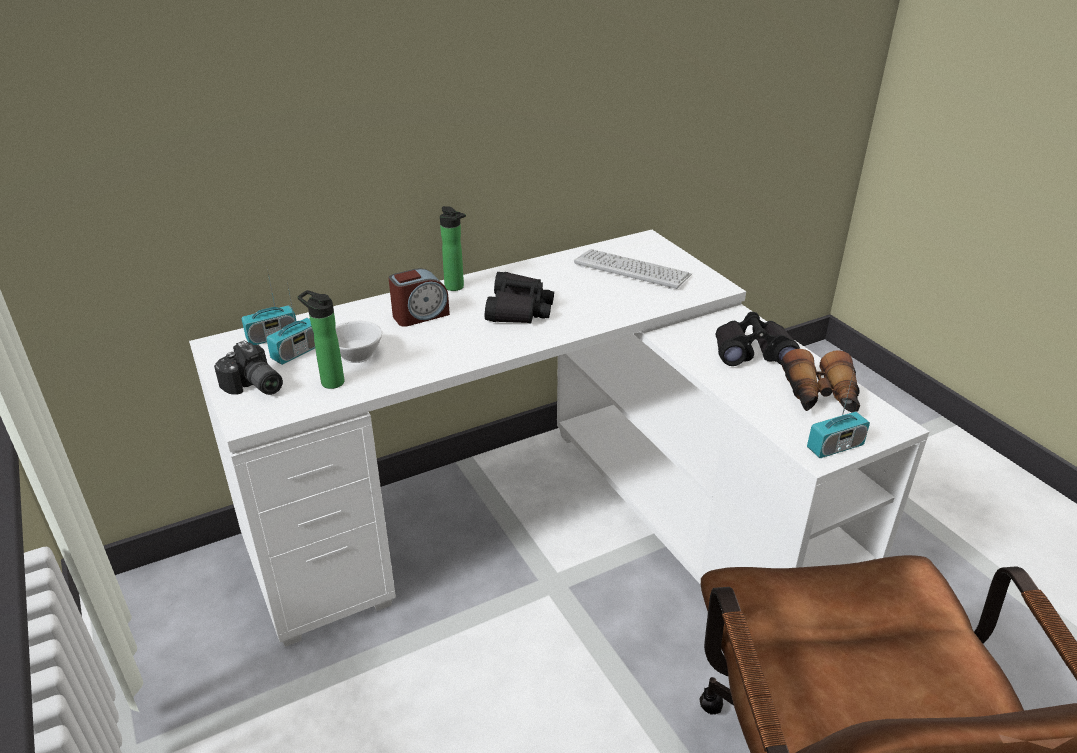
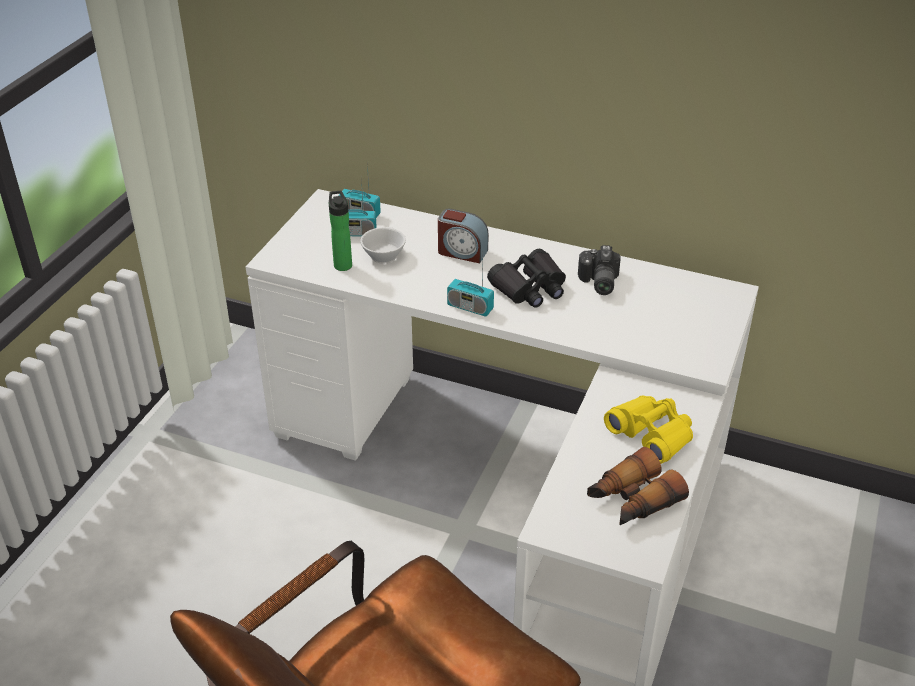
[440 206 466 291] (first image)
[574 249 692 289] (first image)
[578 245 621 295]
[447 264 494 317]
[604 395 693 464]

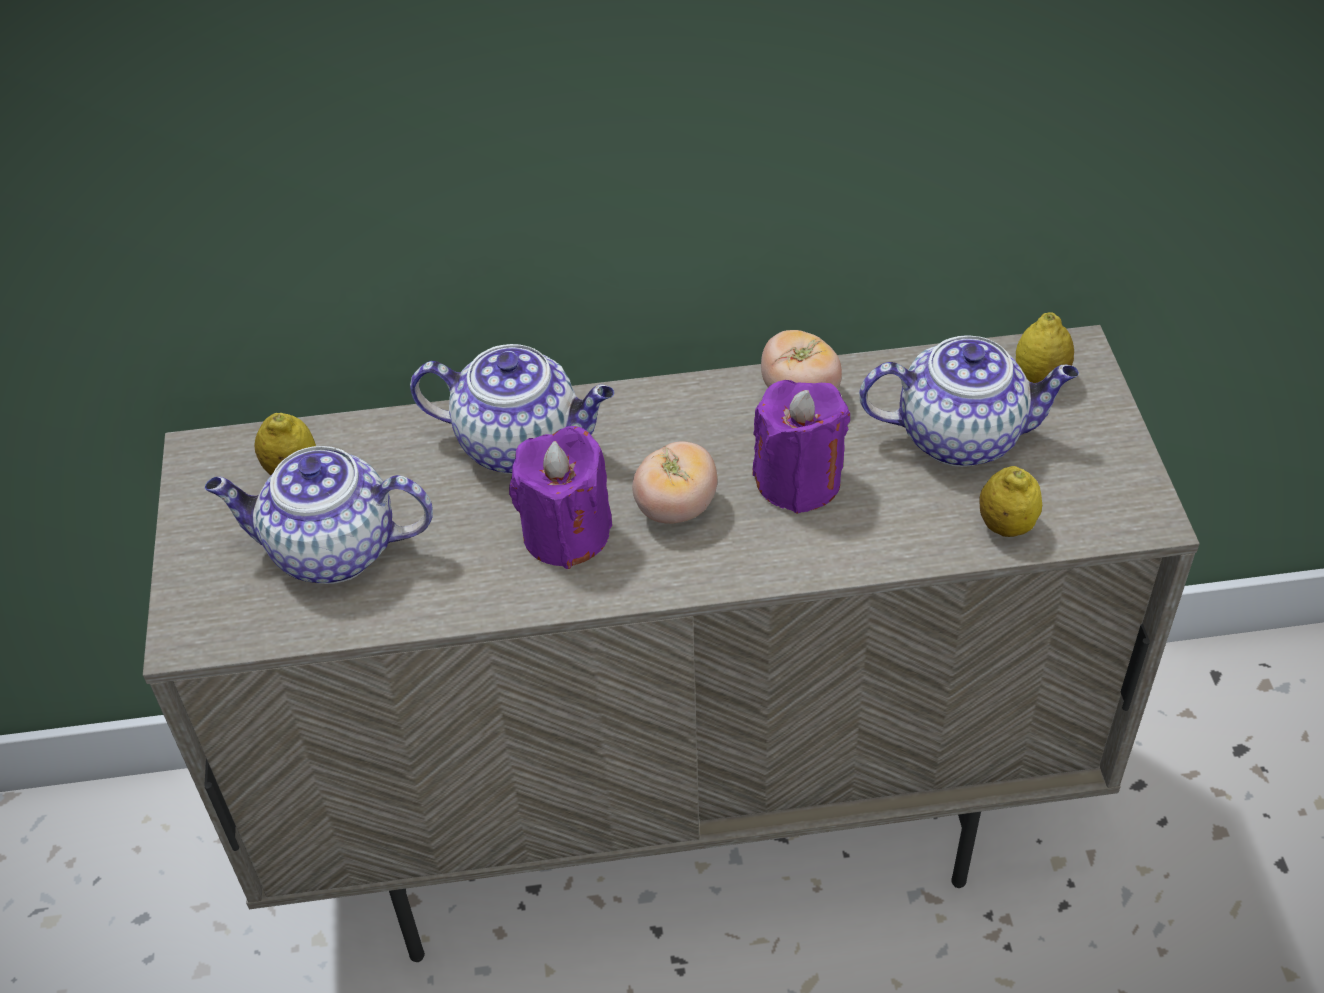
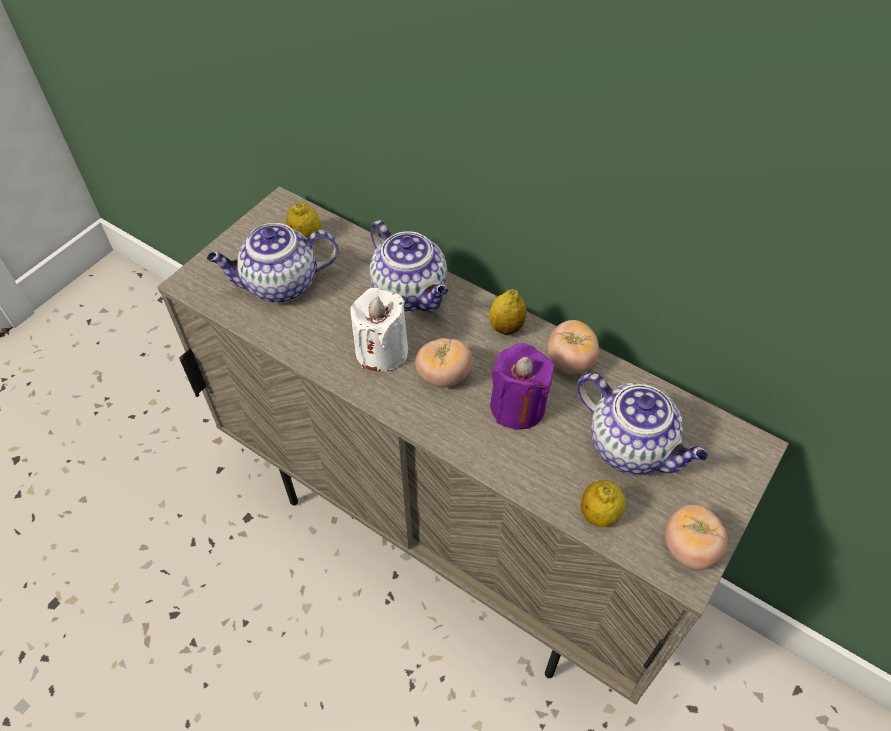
[665 504 727 570]
[489 289 527 334]
[350 288 408 371]
[207 223 339 303]

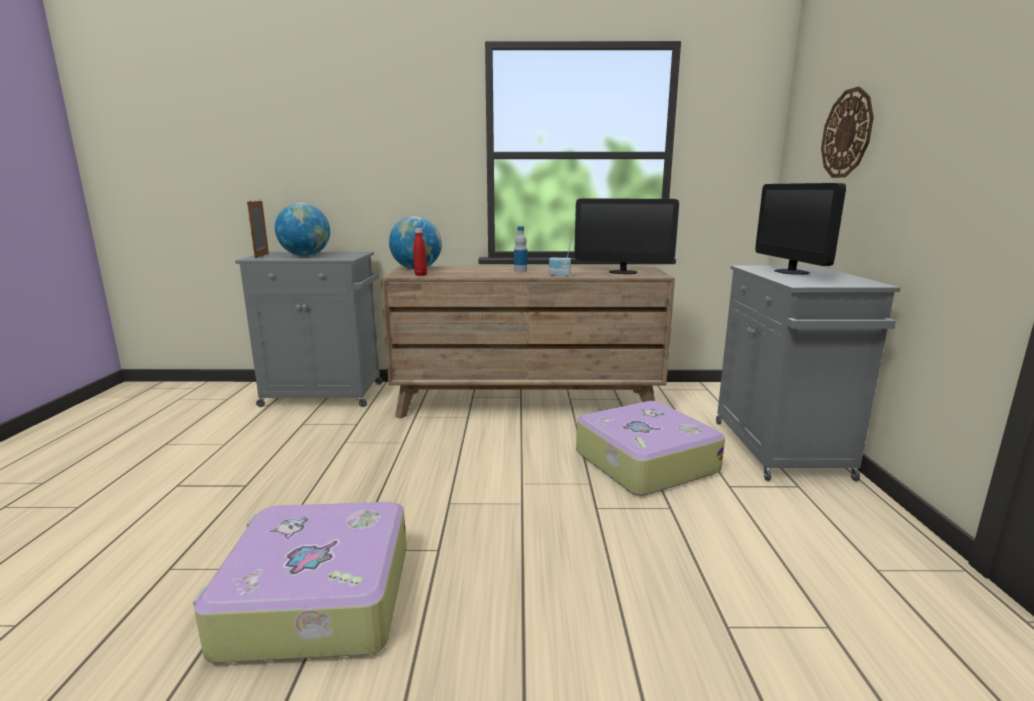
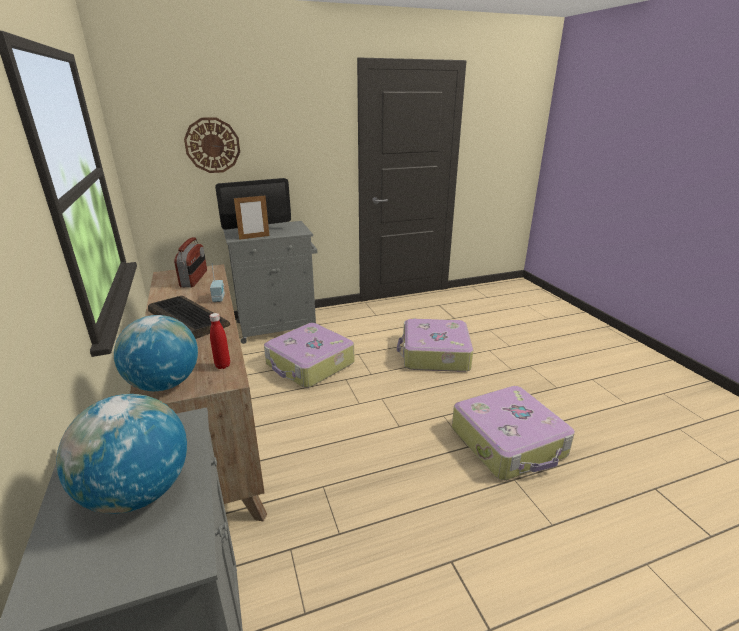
[397 319 473 372]
[234 194 269 240]
[148 296 230 339]
[174 237 207 288]

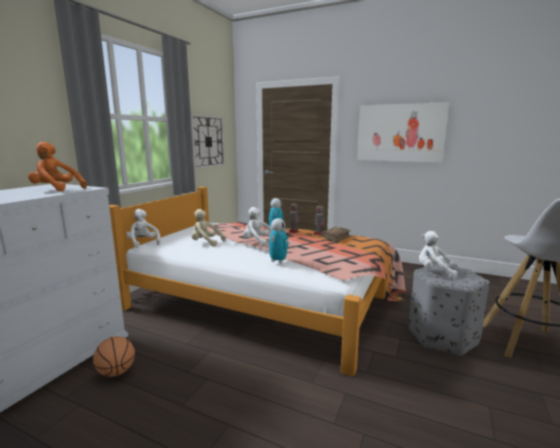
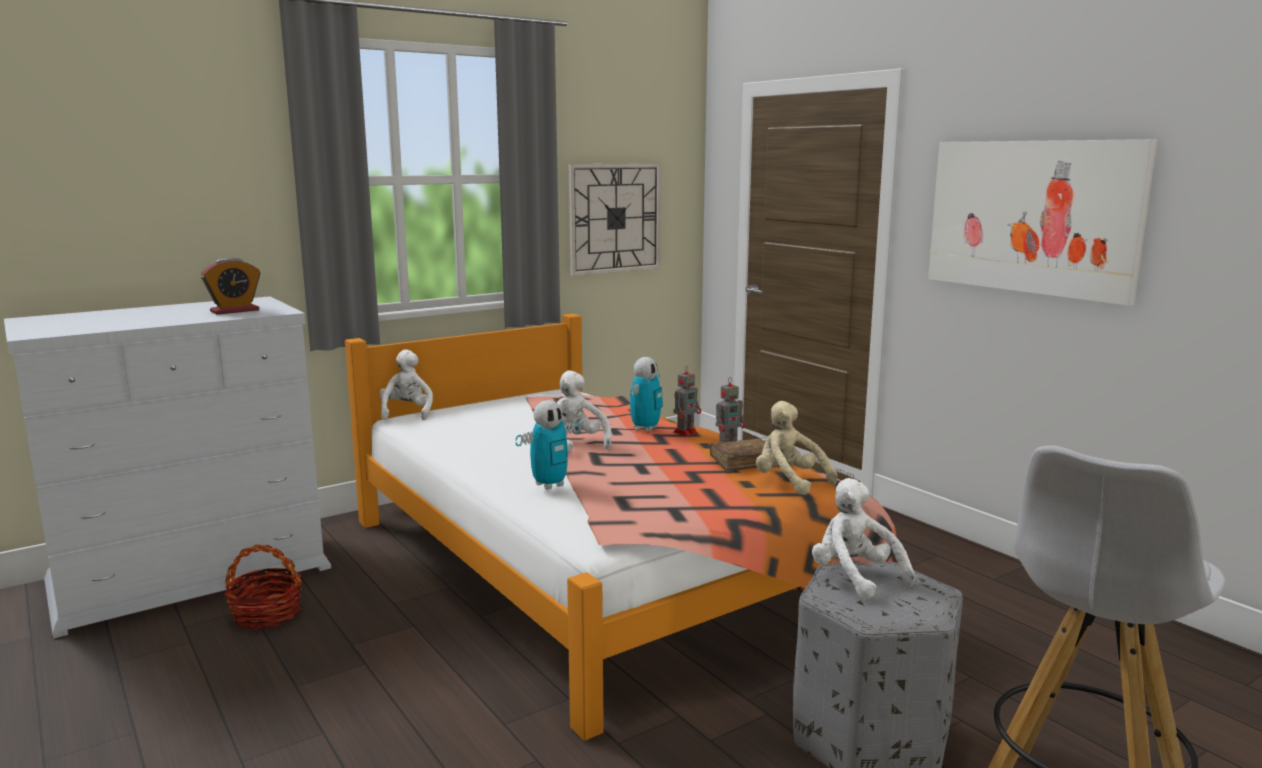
[756 401 838 495]
[201 258 260 315]
[224 544 302 630]

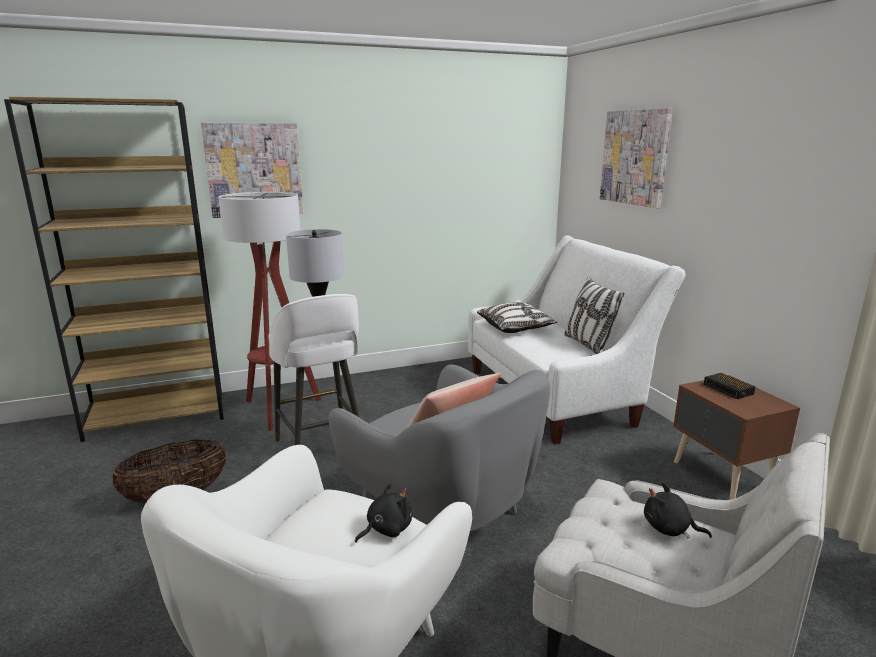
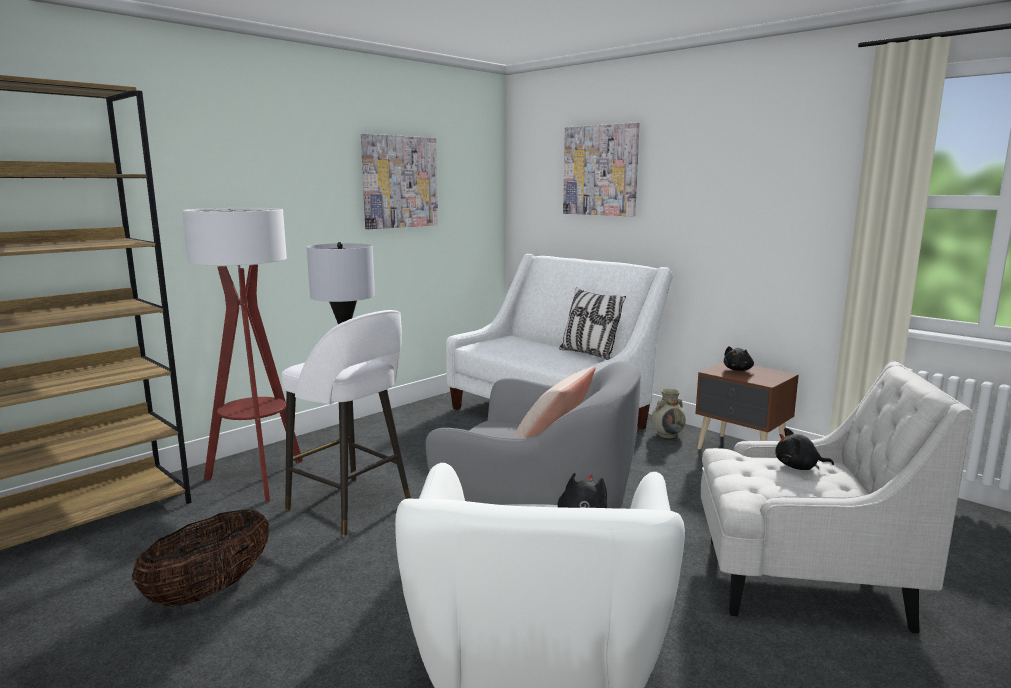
[477 302 557 333] (first image)
[651 389 686 438]
[361 134 438 229]
[724 346 754 371]

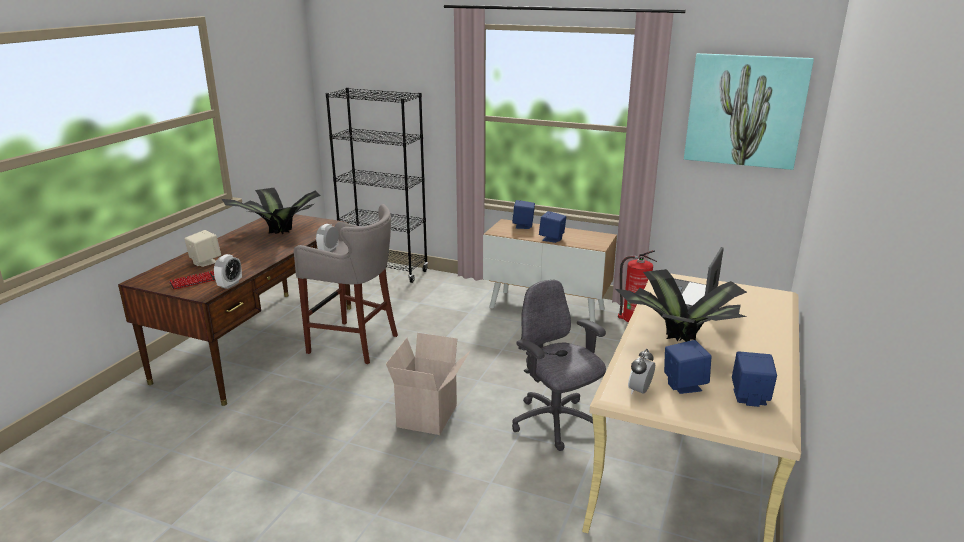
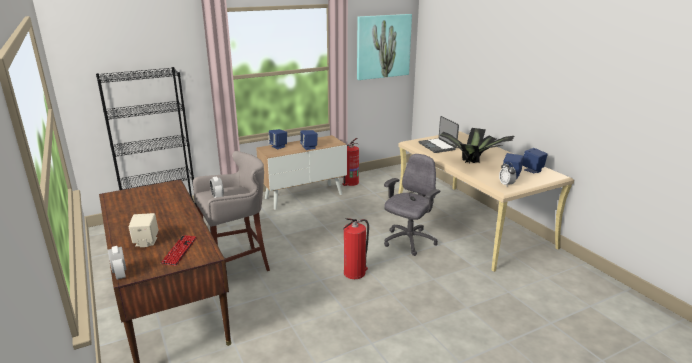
[222 188 321 234] (first image)
[108 246 127 280]
[343 218 369 279]
[384 154 440 256]

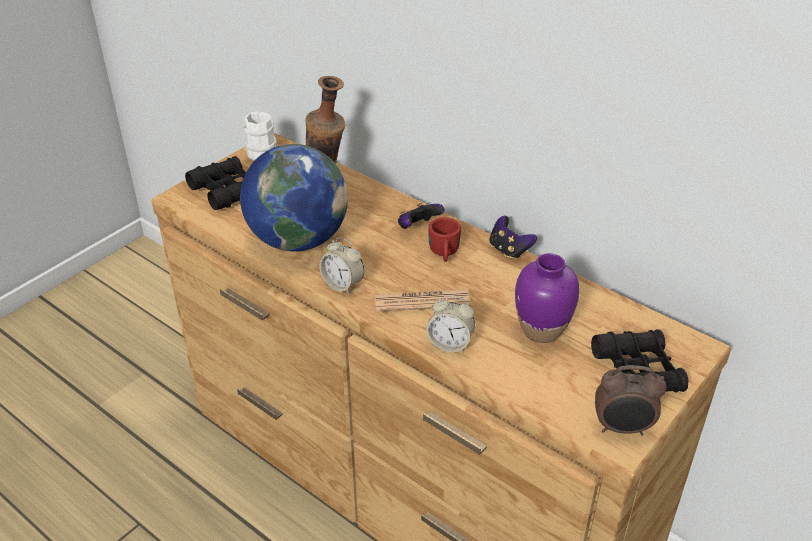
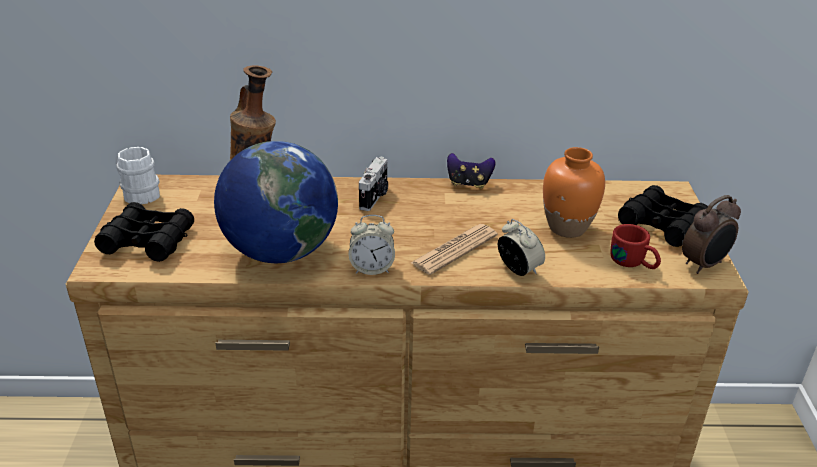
[611 224 661 269]
[359 157 388 211]
[543 147 605 238]
[498 219 545 276]

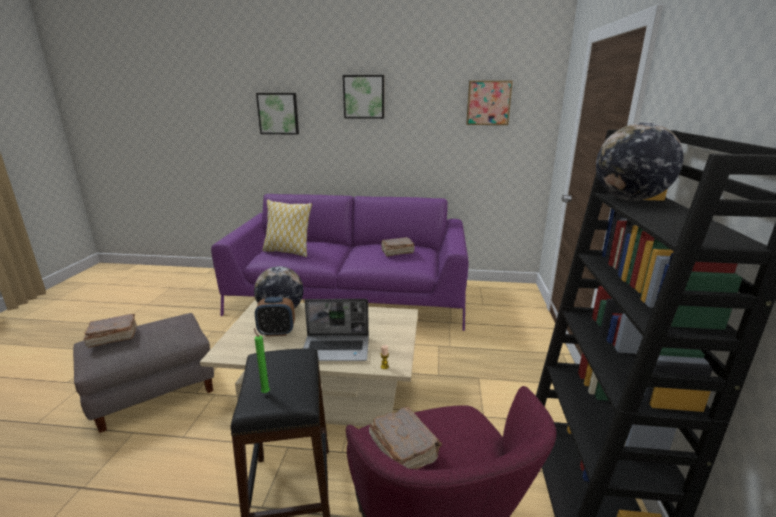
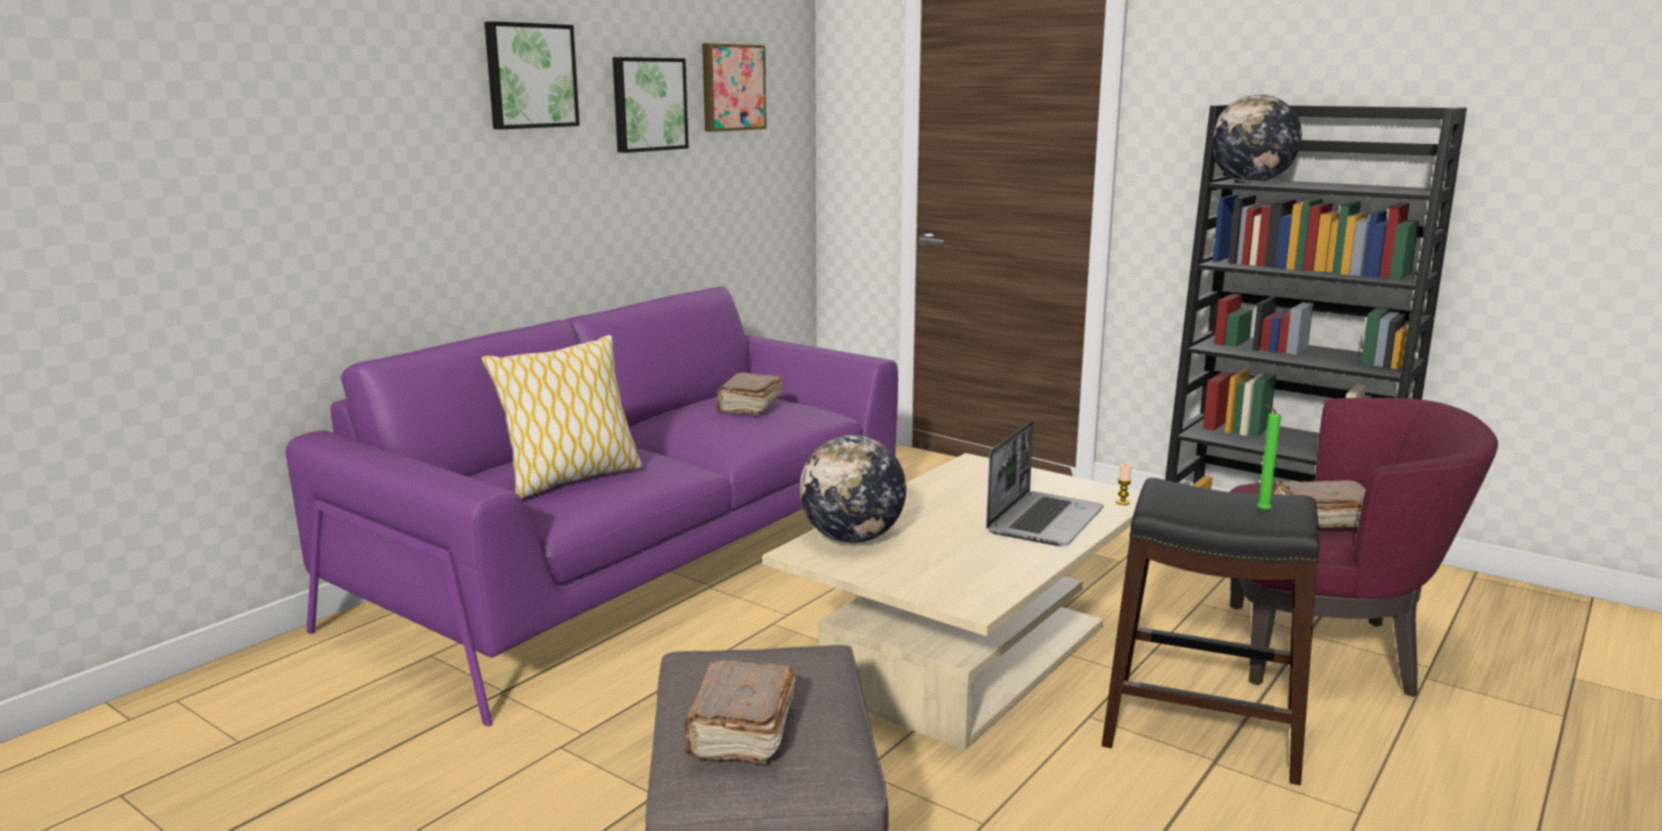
[255 297 295 336] (first image)
[613 57 689 153]

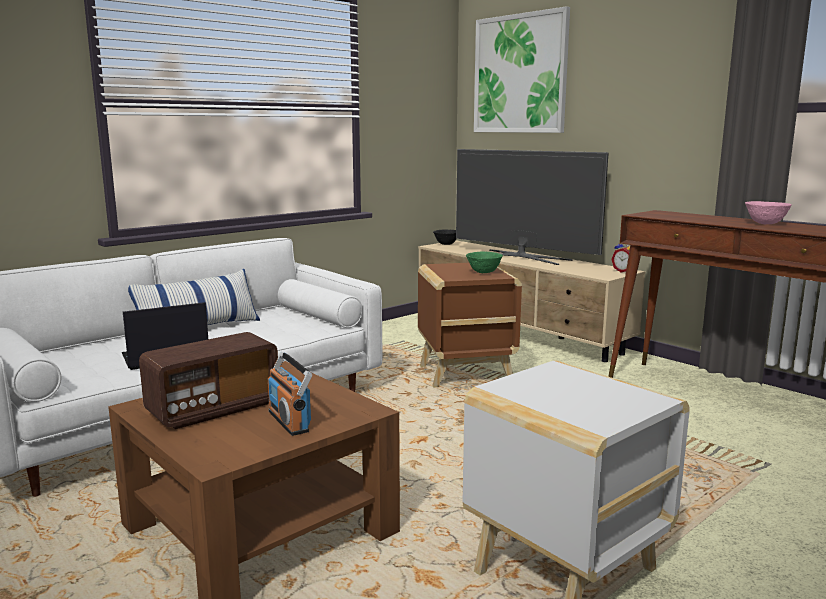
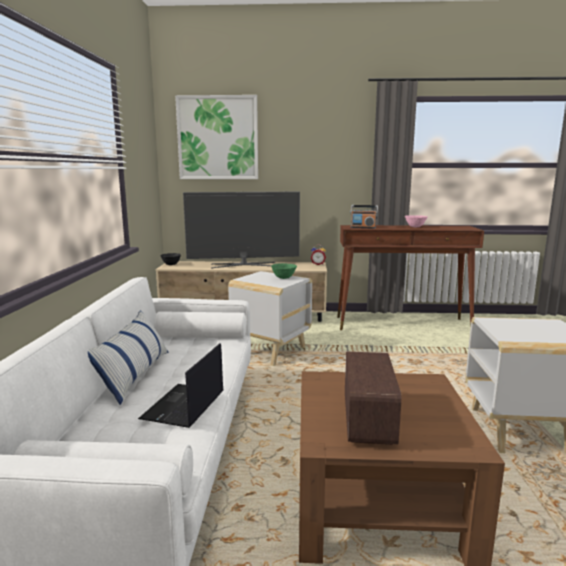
[350 205 378 229]
[228 271 312 366]

